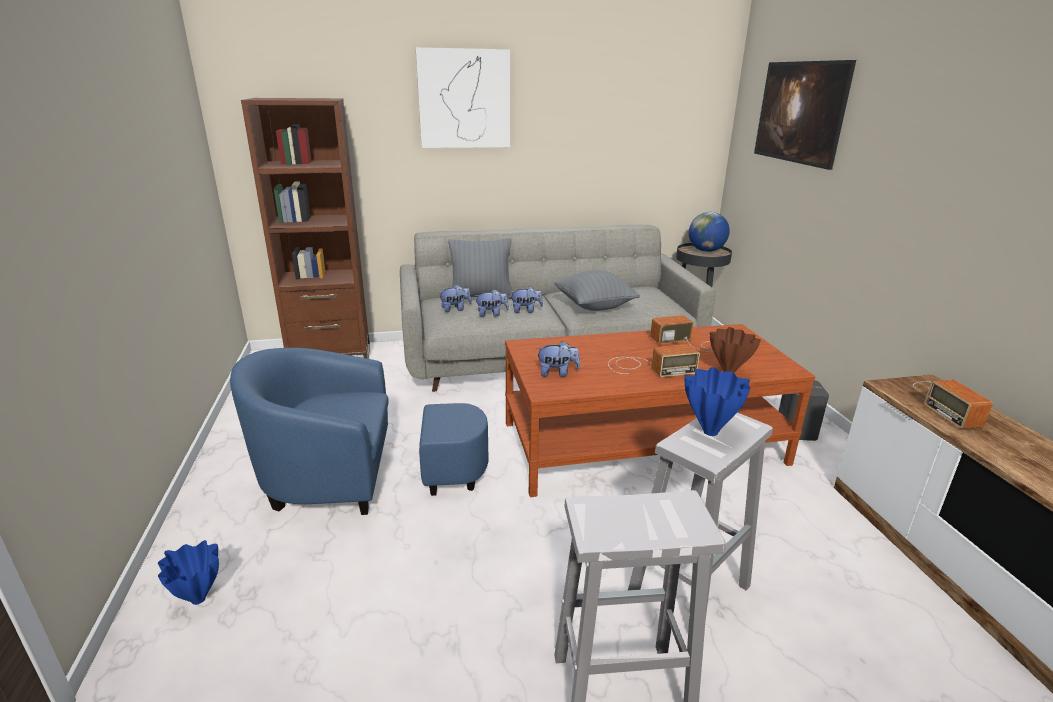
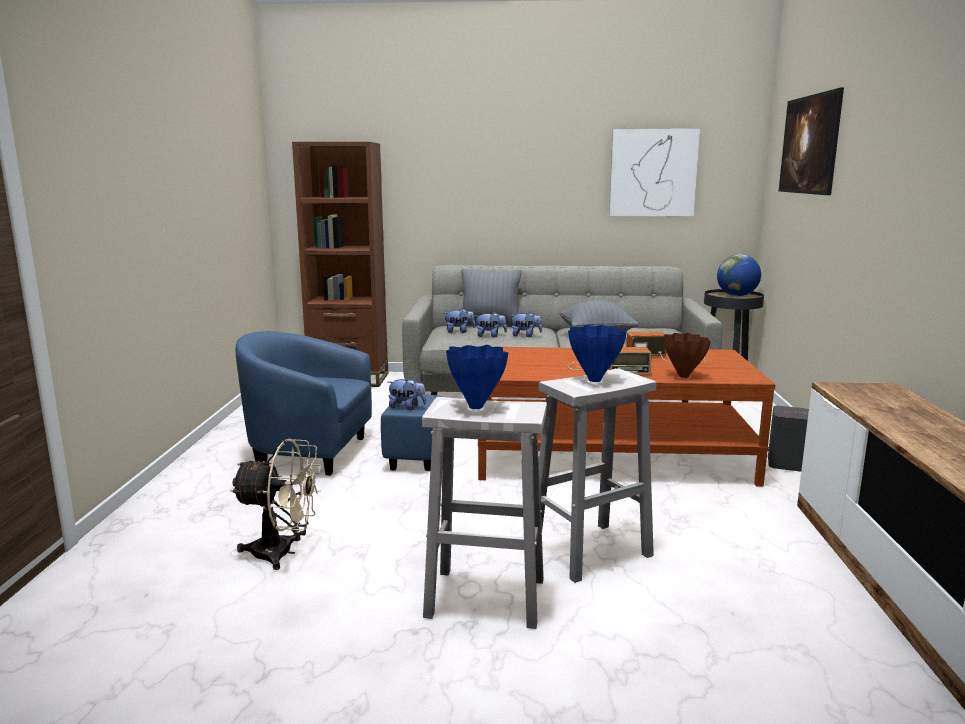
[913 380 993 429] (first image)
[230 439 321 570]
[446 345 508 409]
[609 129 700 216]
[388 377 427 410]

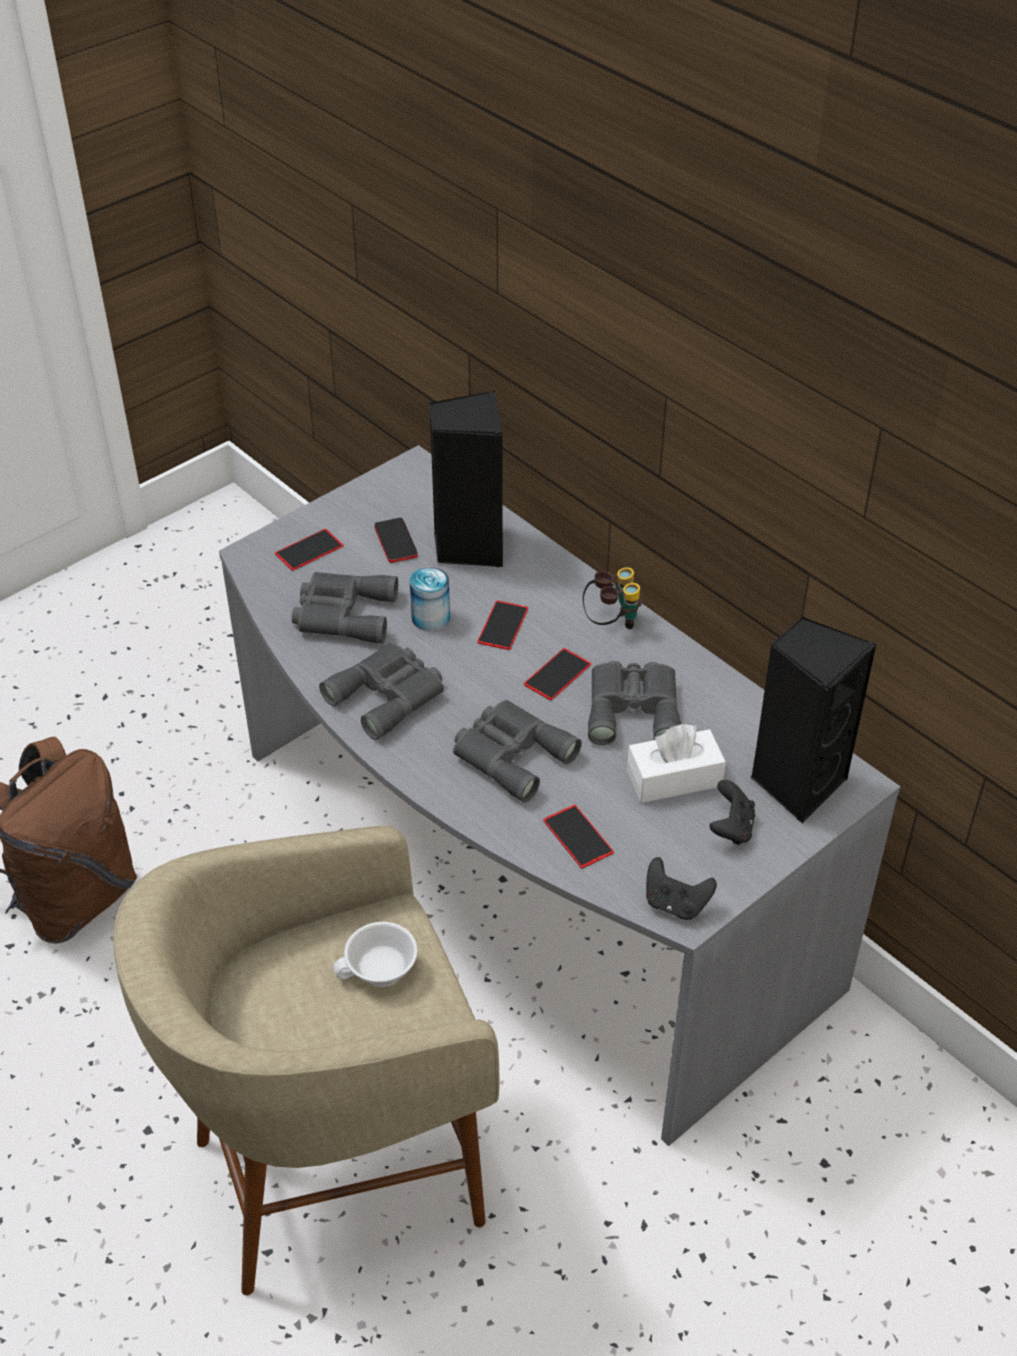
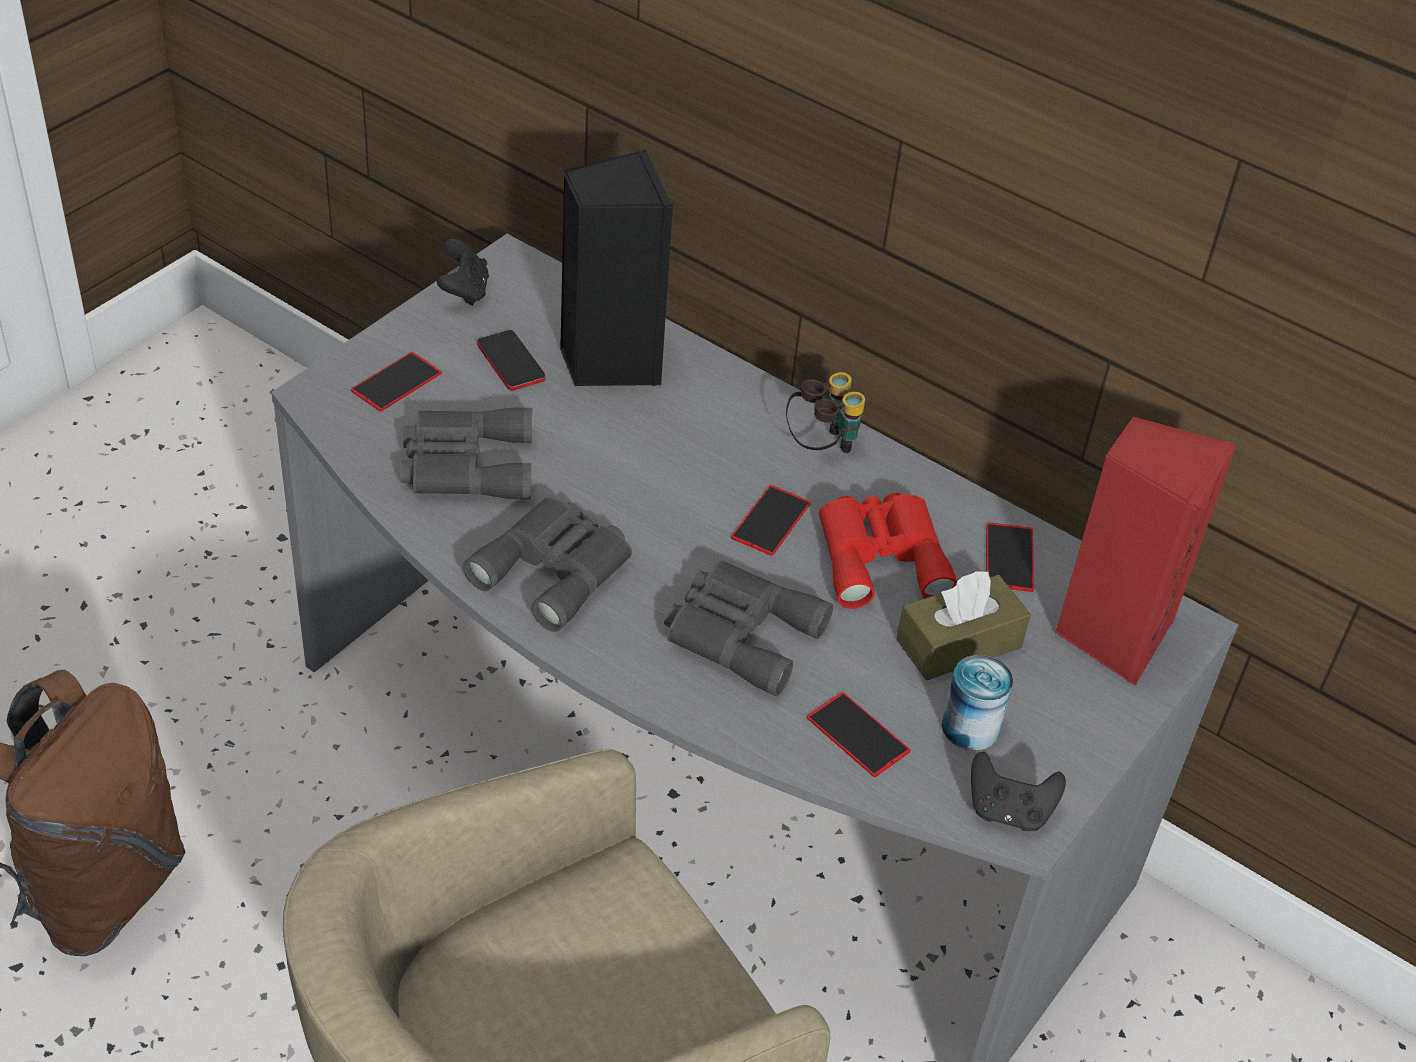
[333 922 417 987] (first image)
[942 655 1013 751]
[986 522 1034 592]
[437 239 489 306]
[819 493 957 609]
[896 571 1031 680]
[1054 417 1236 686]

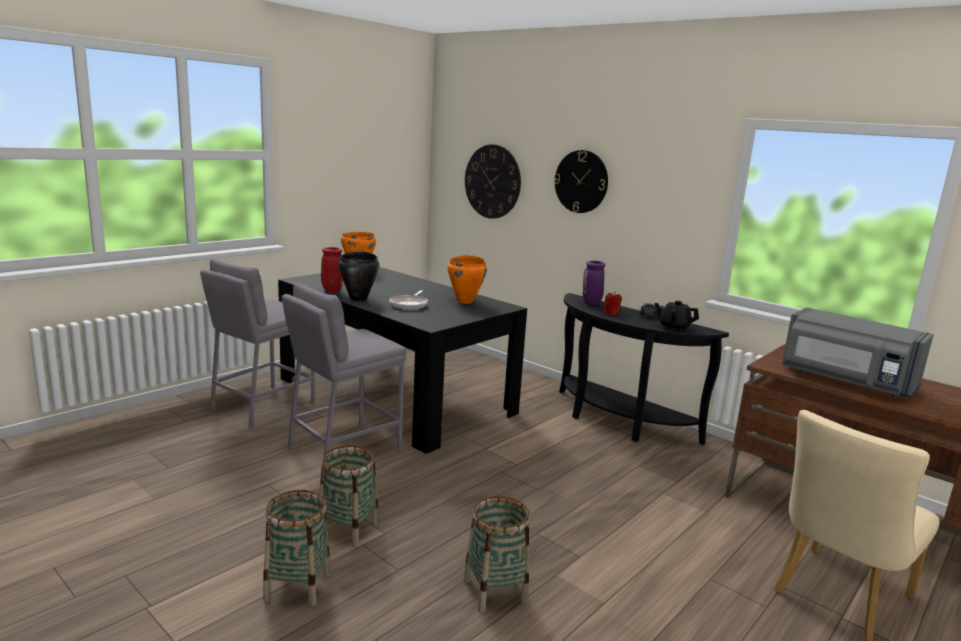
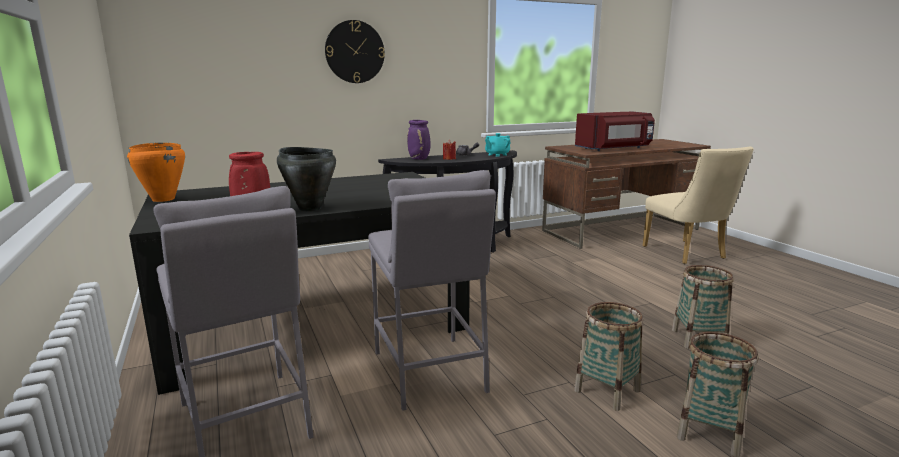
[389 291 428 309] (first image)
[447 255 487 304] (first image)
[465 144 521 219] (first image)
[485 133 511 157]
[575 111 655 151]

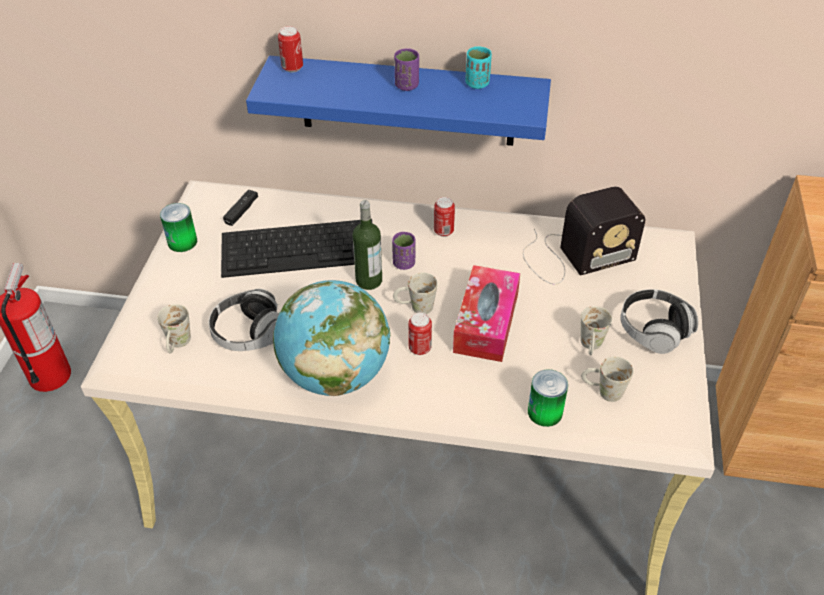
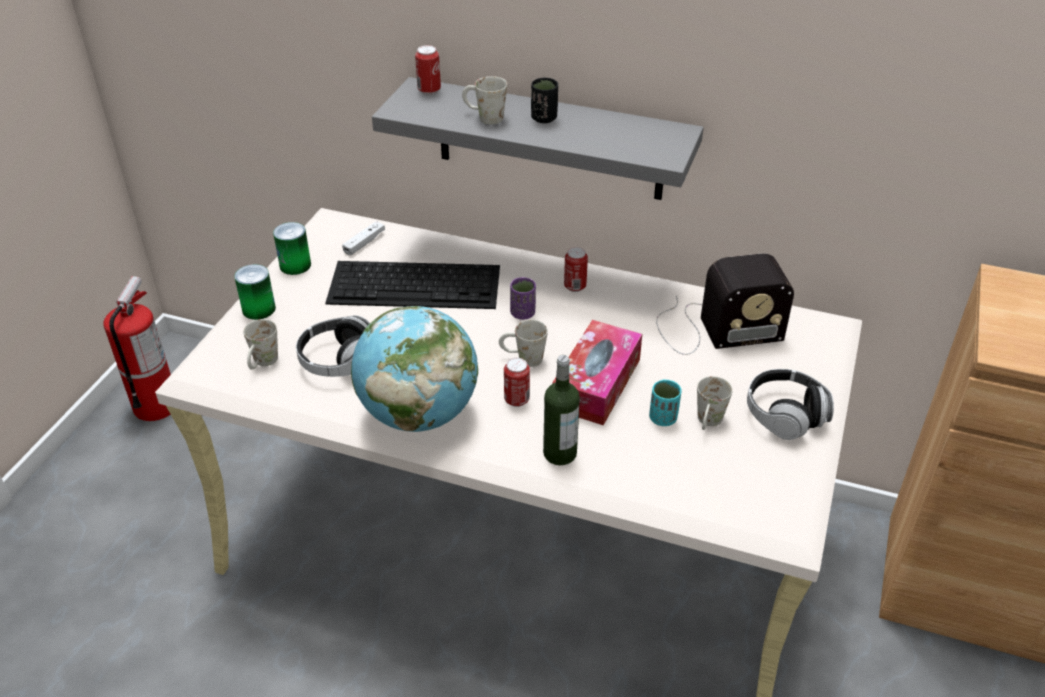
[543 355 580 465]
[649 379 681 426]
[234 264 276 320]
[462 76 507 124]
[342 221 385 255]
[372 77 704 200]
[531 78 558 123]

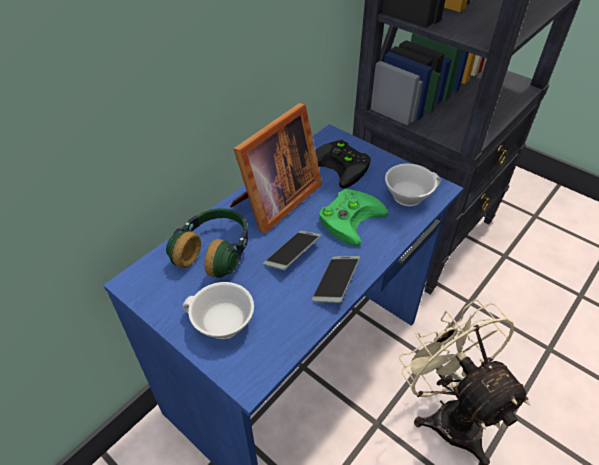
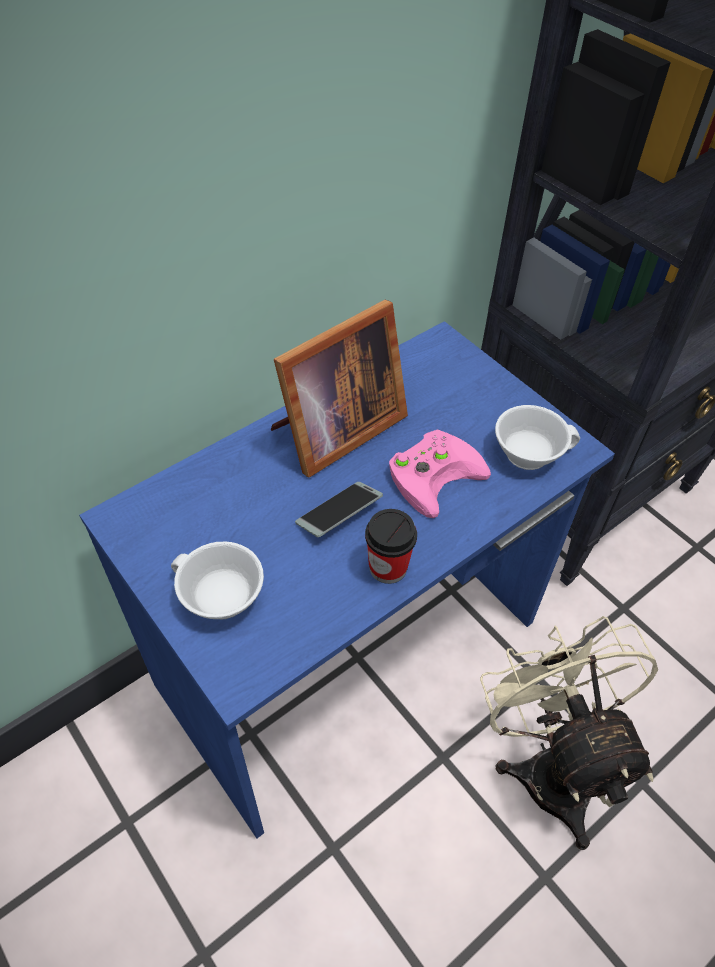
[166 208 248 278] (first image)
[315 140 371 188] (first image)
[365 509 417 584]
[389 430 491 518]

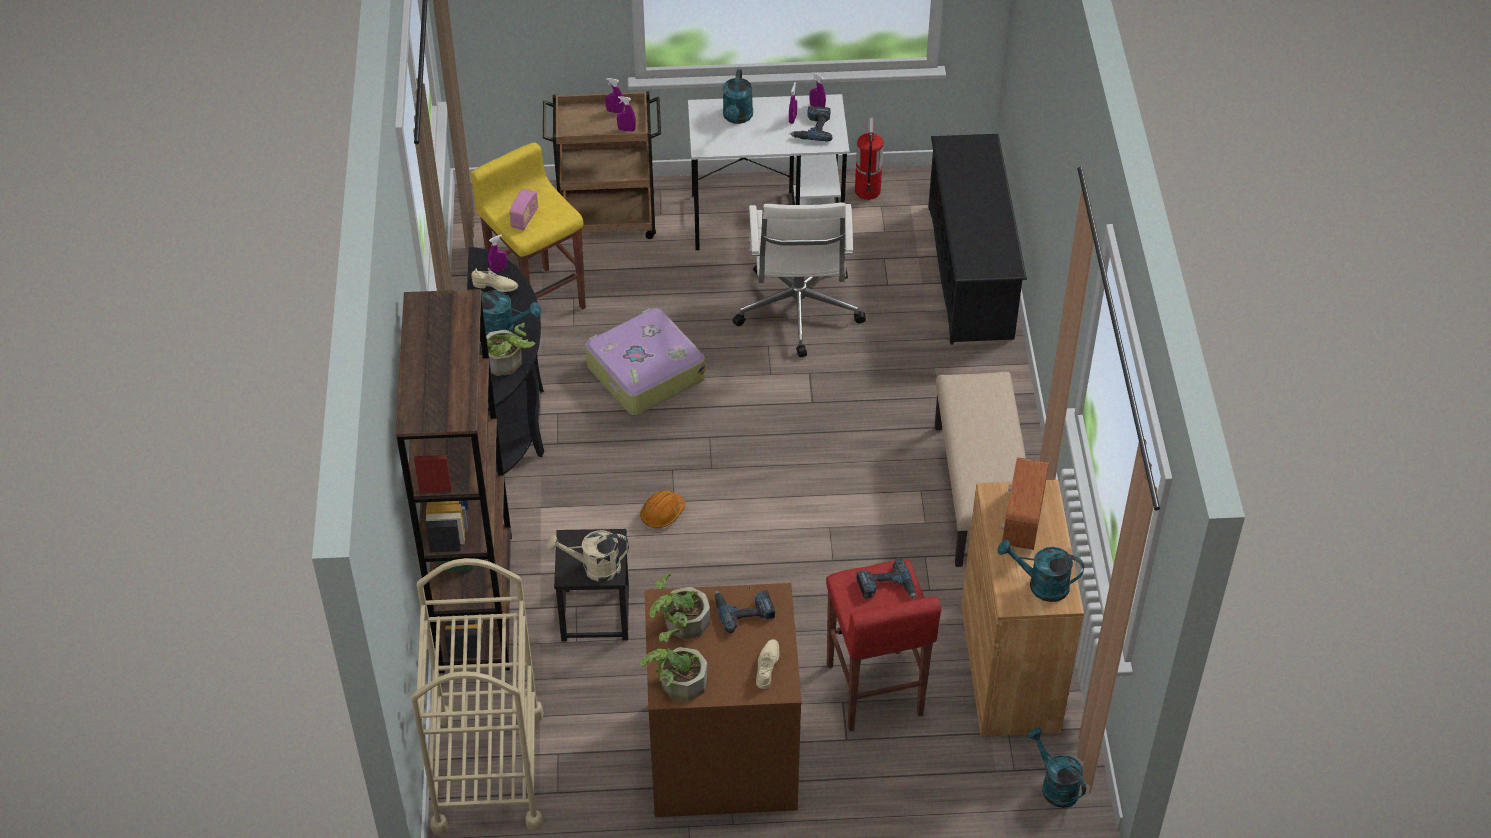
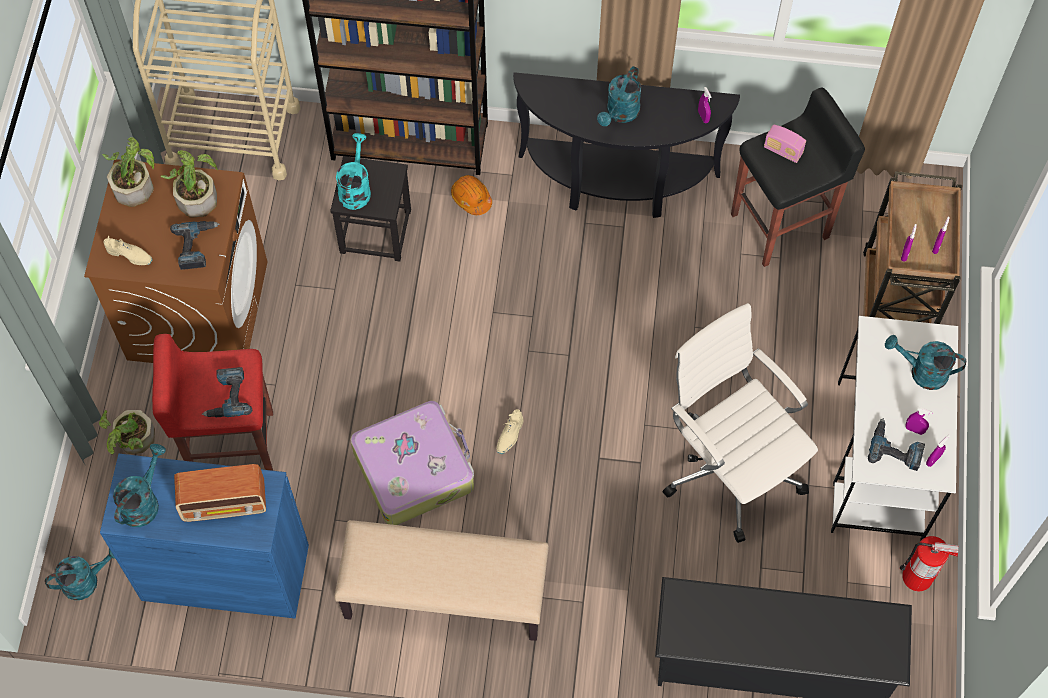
[496 409 523 454]
[99 410 155 454]
[350 401 474 525]
[451 175 492 215]
[731 88 865 267]
[336 133 371 210]
[100 454 309 618]
[663 303 818 543]
[174 464 266 522]

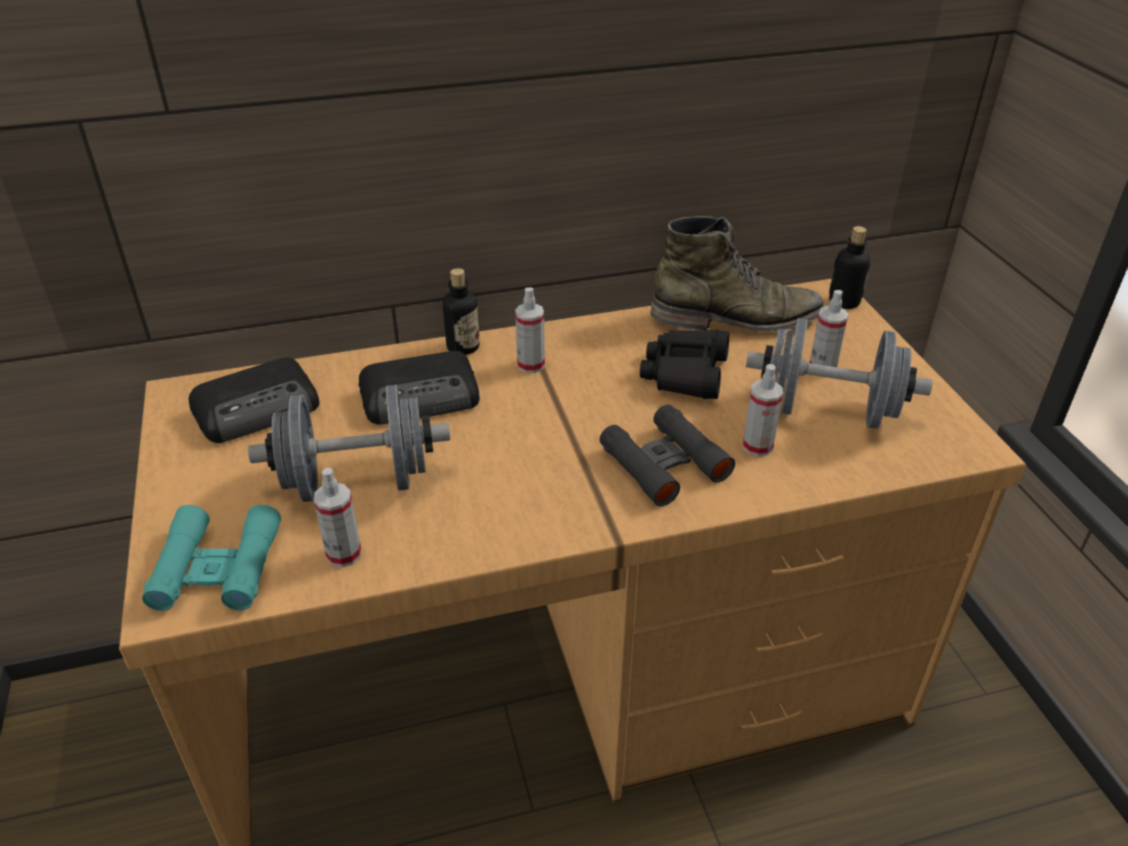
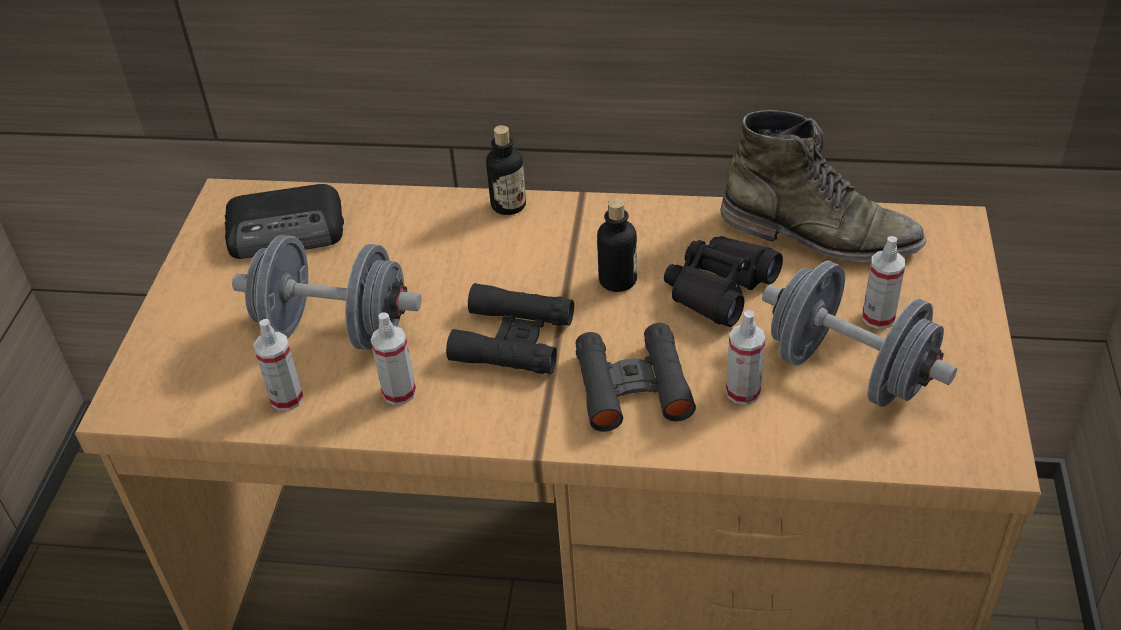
[142 505 281 611] (first image)
[358 351 480 425] (first image)
[446 283 574 374]
[371 313 416 405]
[597 198 637 292]

